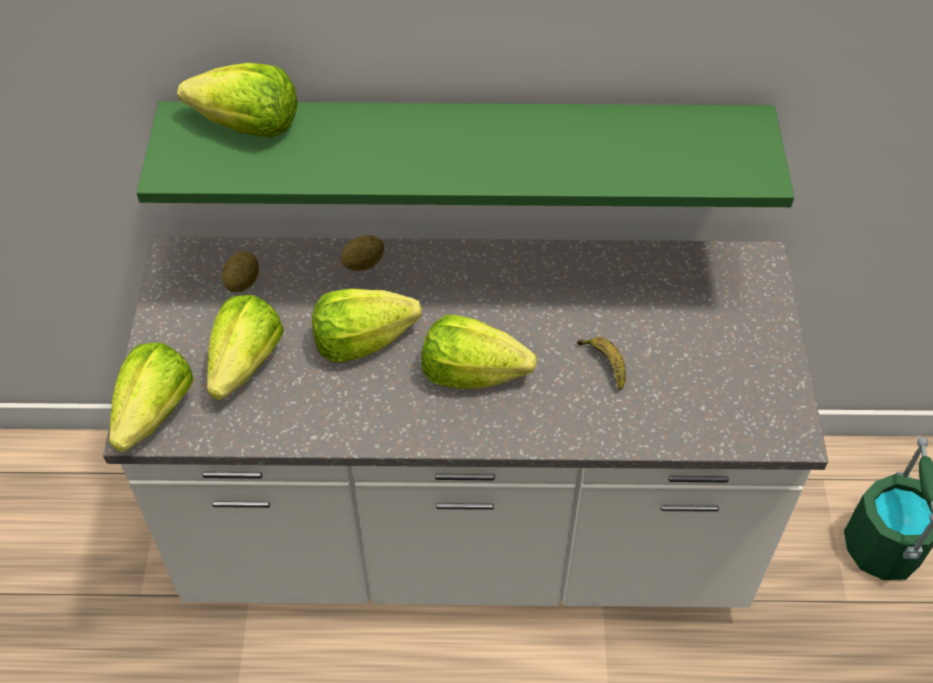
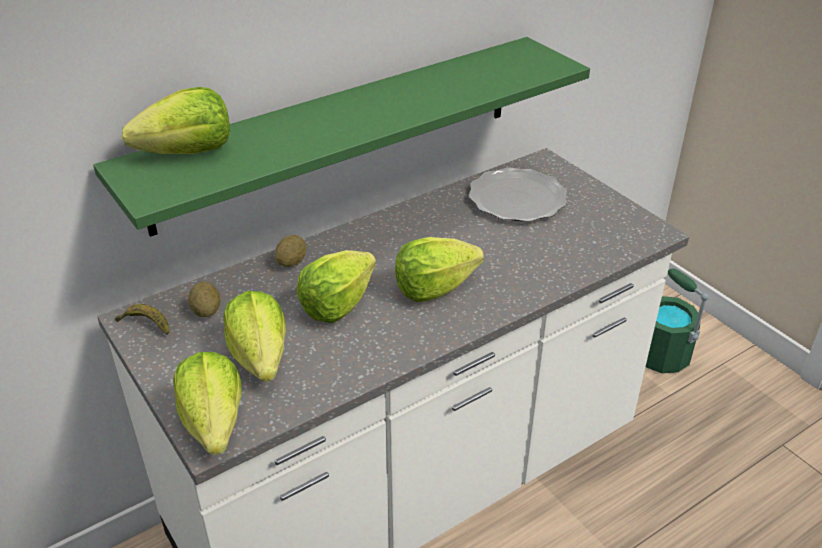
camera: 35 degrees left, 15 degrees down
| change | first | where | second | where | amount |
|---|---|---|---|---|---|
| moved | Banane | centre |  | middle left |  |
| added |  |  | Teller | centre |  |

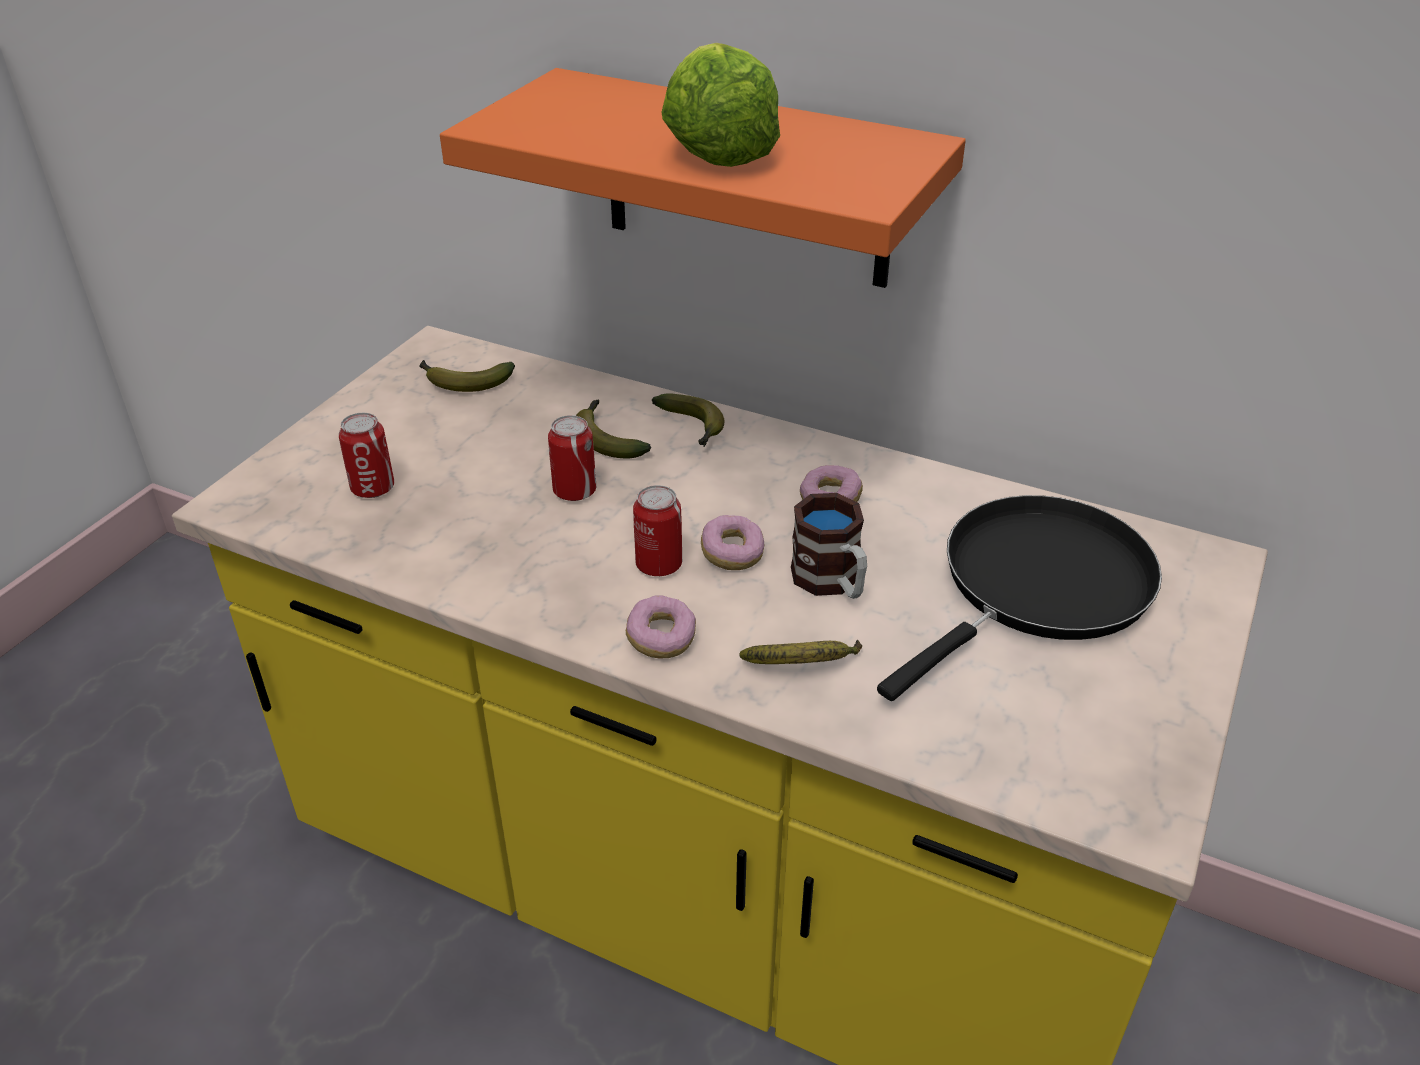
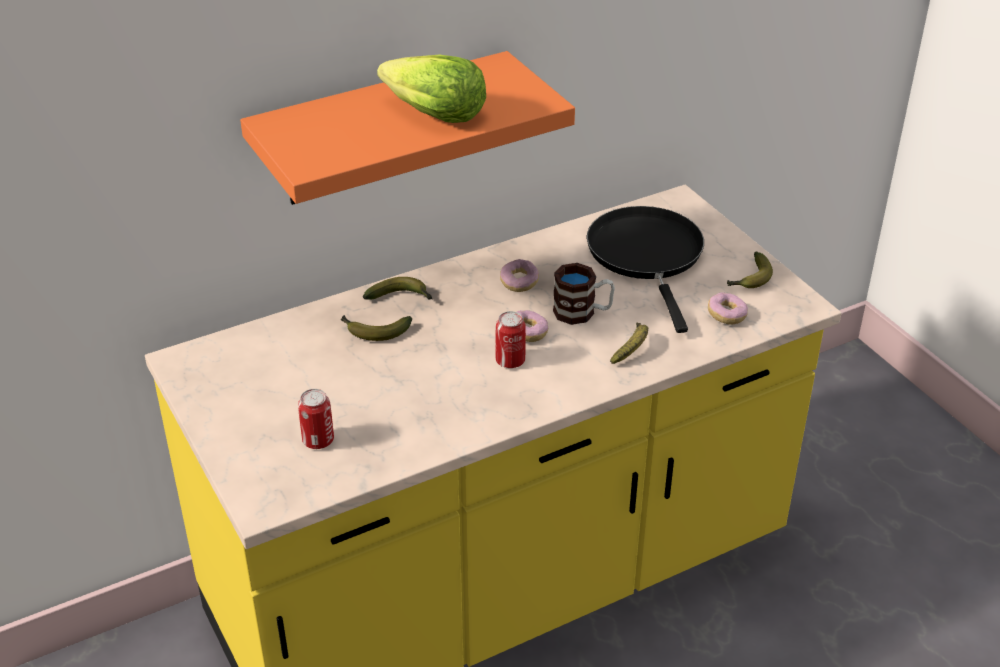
camera: 55 degrees left, 0 degrees up
| change | first | where | second | where | amount |
|---|---|---|---|---|---|
| moved | Banane (1st from left in the first image) | middle left | Banane (4th from left) | middle right |  |
| removed | Dose (2nd from left) | centre |  |  |  |
| moved | Donut (1st from left in the first image) | centre | Donut (3rd from left) | middle right |  |

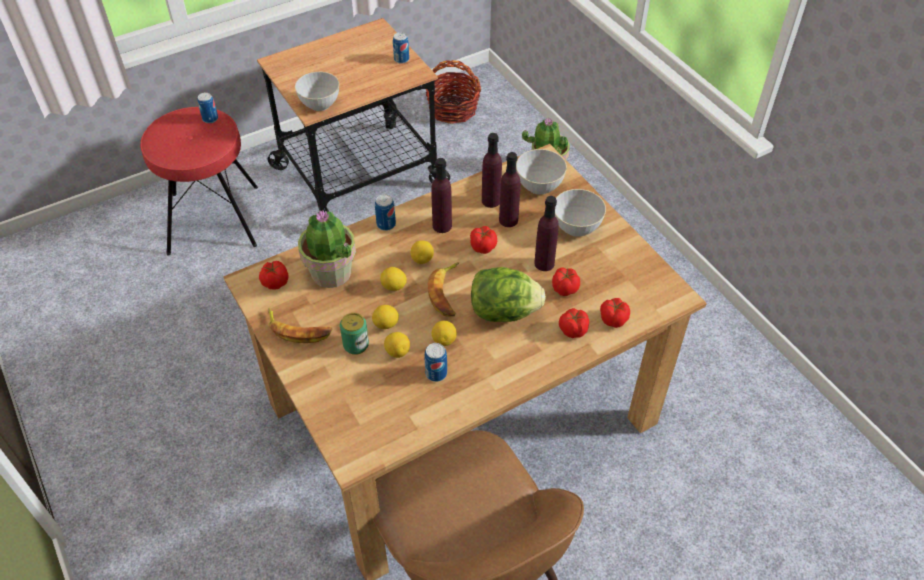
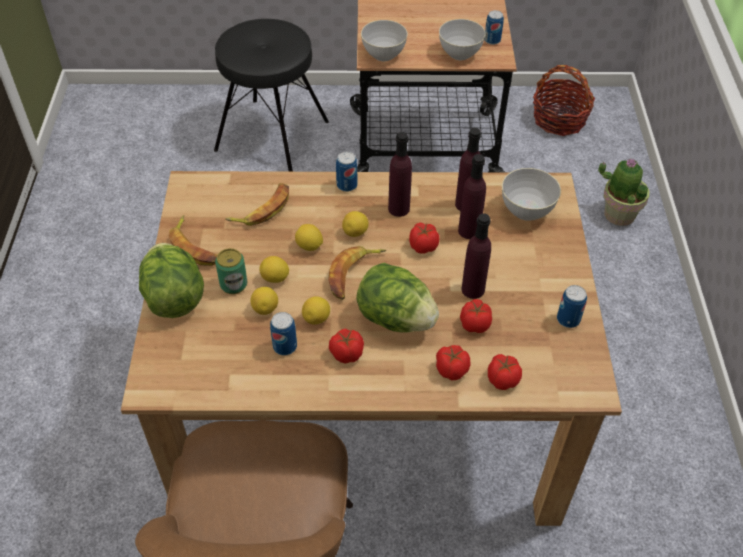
camera: 30 degrees right, 0 degrees up
| change | first | where | second | where | amount |
|---|---|---|---|---|---|
| recoloured | Hocker [rot] | top left | Hocker [schwarz] | top centre |  |
| moved | Dose (1st from left in the first image) | top left | Dose (5th from left) | middle right |  |
| moved | Tomate (1st from left) | middle left |  | centre |  |
| replaced | Topfpflanze (1st from left) | centre | Banane (2nd from left) | centre |  |
| moved | Schüssel [grau] (3rd from left in the first image) | centre | Schüssel [grau] (2nd from left) | top centre |  |
| added |  |  | Salatkopf (1st from left) | middle left |  |

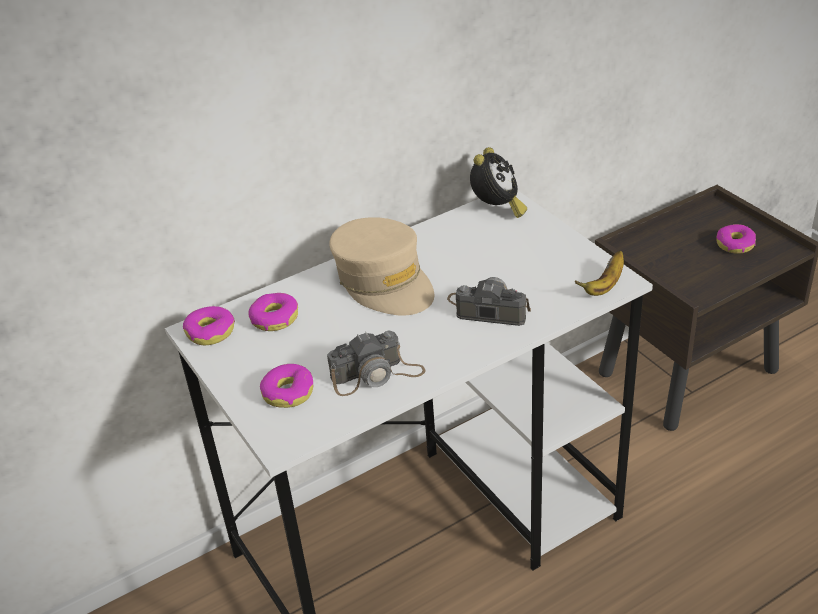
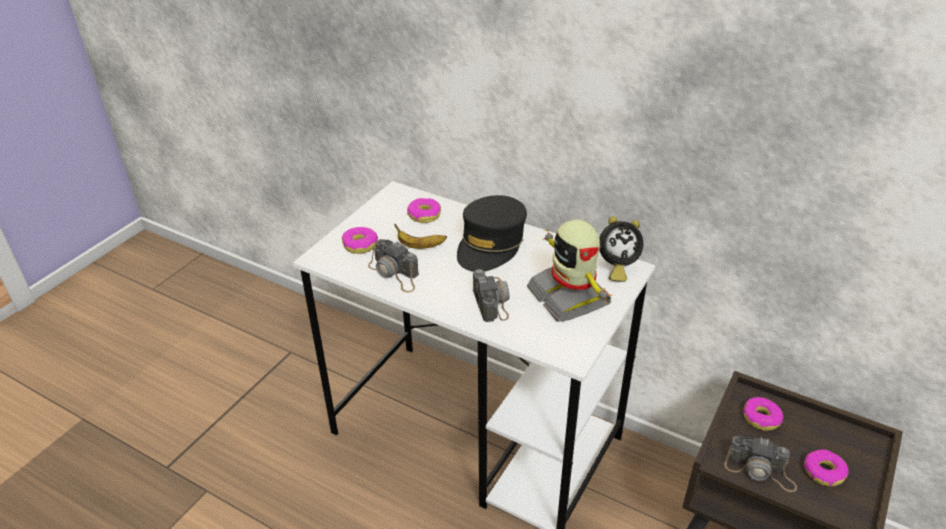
camera: 60 degrees right, 0 degrees up
| change | first | where | second | where | amount |
|---|---|---|---|---|---|
| moved | Donut (1st from left in the first image) | middle left | Donut (3rd from left) | bottom right |  |
| recoloured | Kappe [beige] | centre | Kappe [schwarz] | centre |  |
| moved | Banane | middle right |  | centre |  |
| added |  |  | Spielzeugroboter | centre |  |
| added |  |  | Kamera (3rd from left) | bottom right |  |

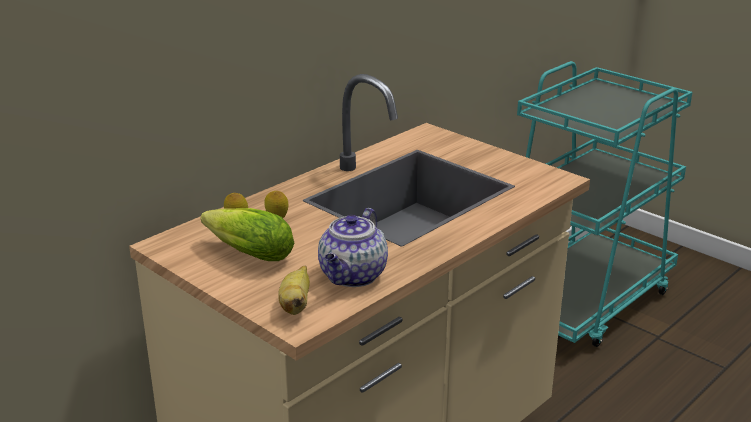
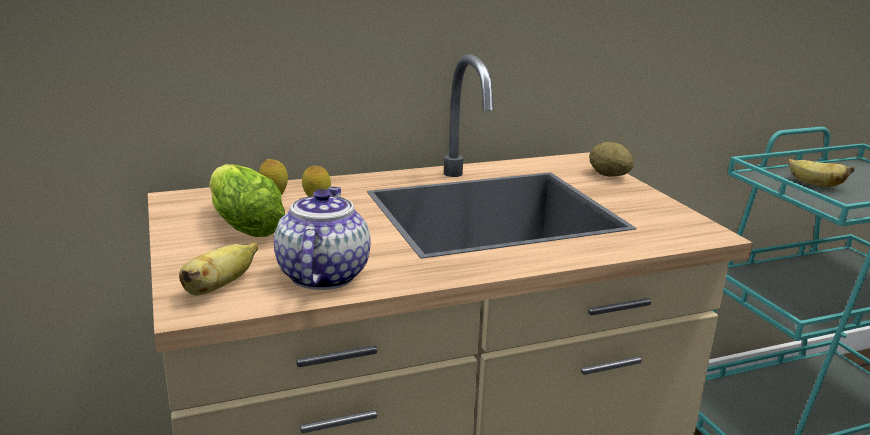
camera: 25 degrees right, 5 degrees down
| change | first | where | second | where | amount |
|---|---|---|---|---|---|
| turned | Teekanne | centre |  | centre | 135 degrees clockwise |
| added |  |  | Kartoffel | middle right |  |
| added |  |  | Banane (2nd from left) | middle right |  |

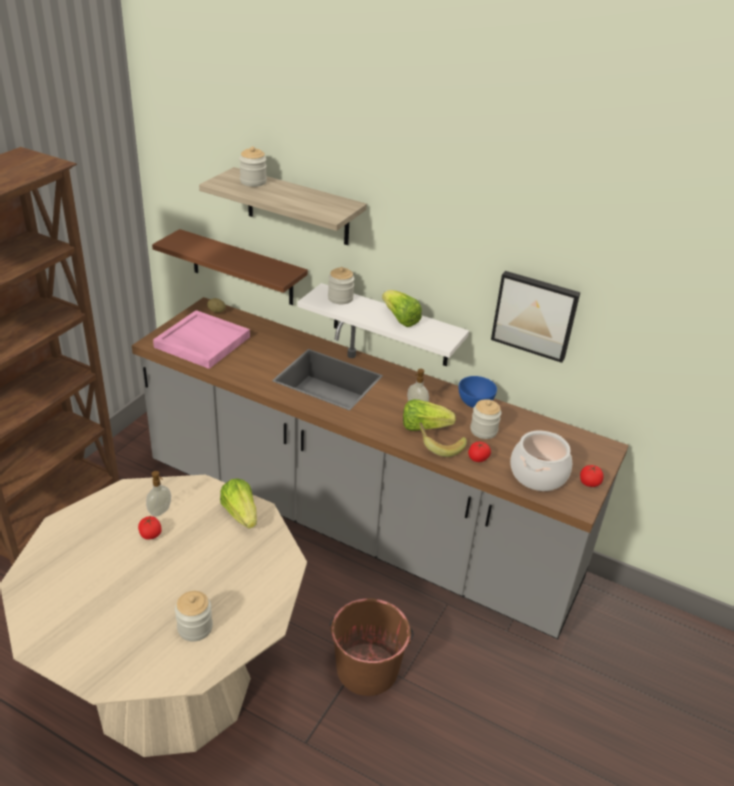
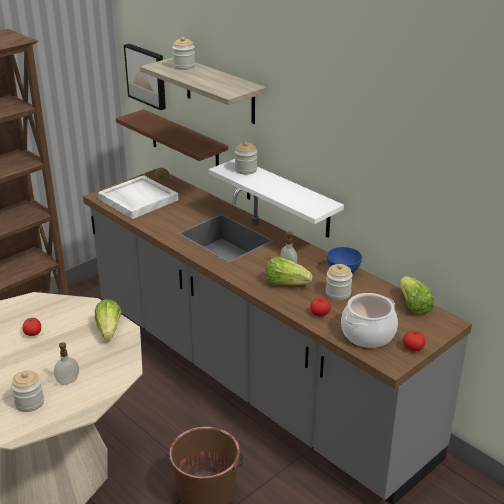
camera: 20 degrees right, 5 degrees down
| change | first | where | second | where | amount |
|---|---|---|---|---|---|
| moved | Seifenspender (1st from left) | middle left |  | bottom left |  |
| recoloured | Tablett [rosa] | middle left | Tablett [weiß] | middle left |  |
| moved | Salatkopf (2nd from left in the first image) | centre | Salatkopf (3rd from left) | middle right |  |
| removed | Banane | centre |  |  |  |
| moved | Bild | middle right |  | top left |  |

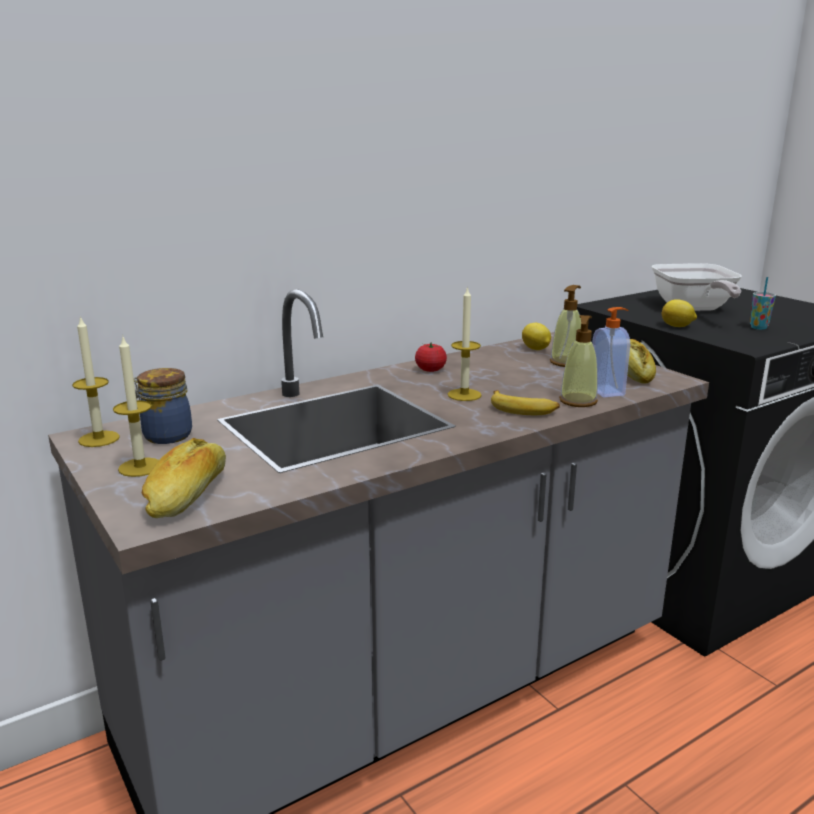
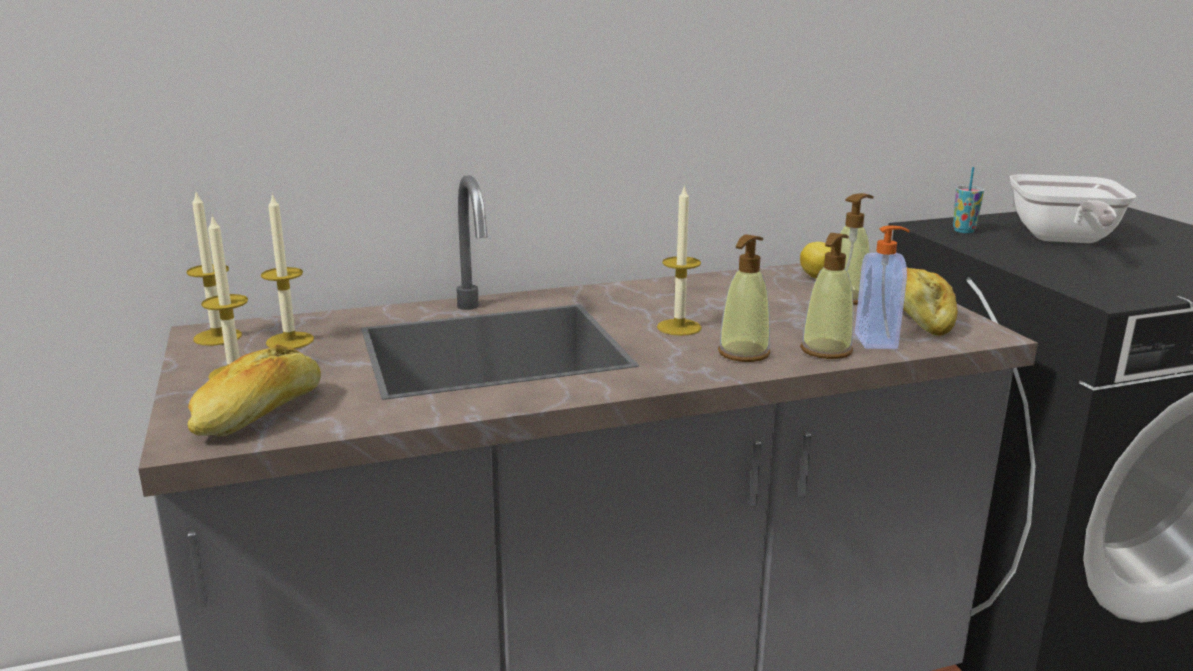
camera: 15 degrees right, 0 degrees up
| change | first | where | second | where | amount |
|---|---|---|---|---|---|
| replaced | Vorratsglas | middle left | Kerze (3rd from left) | middle left |  |
| removed | Tomate | centre |  |  |  |
| replaced | Banane | centre | Seifenspender (1st from left) | centre |  |
| removed | Zitrone (2nd from left) | middle right |  |  |  |
| moved | Tasse | middle right |  | top right |  |

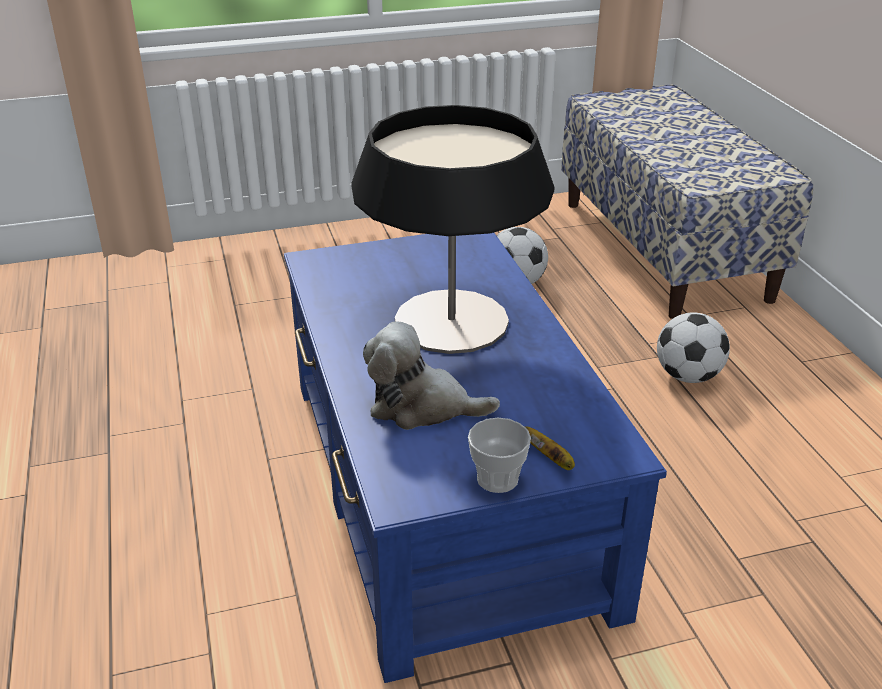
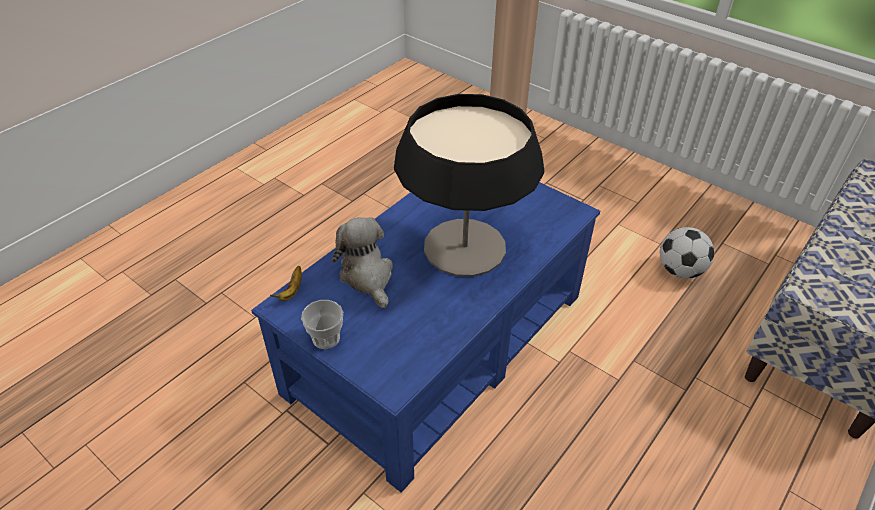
camera: 55 degrees right, 10 degrees up
| change | first | where | second | where | amount |
|---|---|---|---|---|---|
| moved | Banane | centre |  | middle left |  |
| removed | Fußball (2nd from left) | middle right |  |  |  |

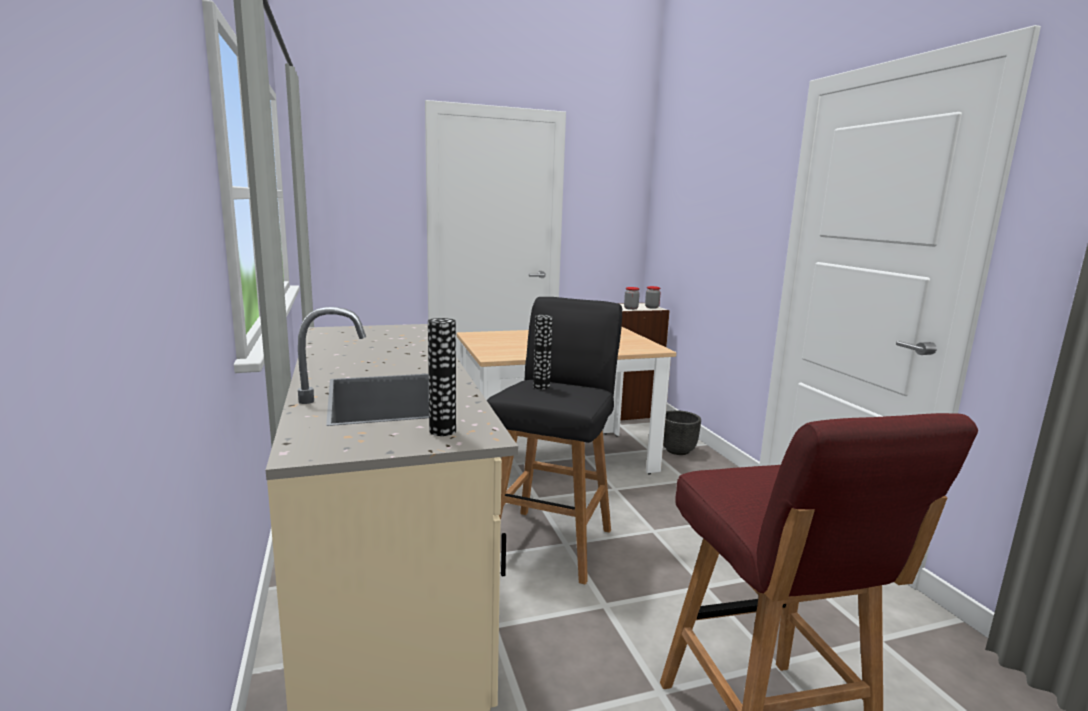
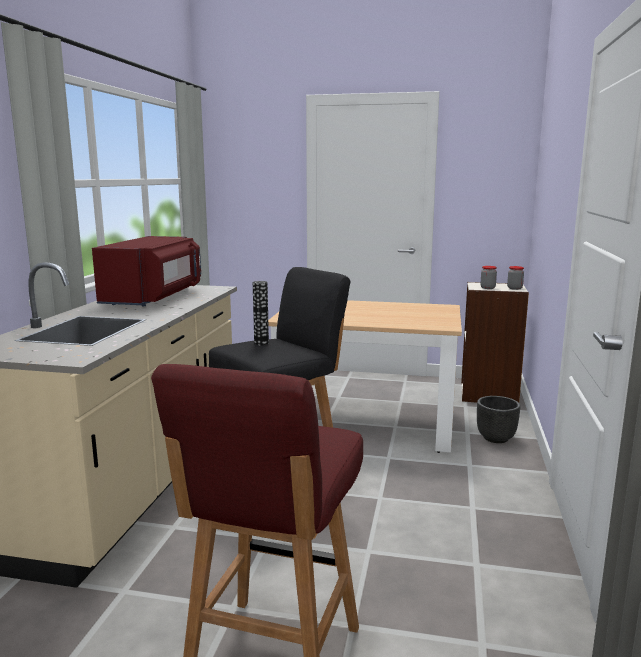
camera: 30 degrees right, 0 degrees up
| change | first | where | second | where | amount |
|---|---|---|---|---|---|
| removed | Vase (1st from left) | centre |  |  |  |
| added |  |  | Mikrowelle [rot] | middle left |  |

